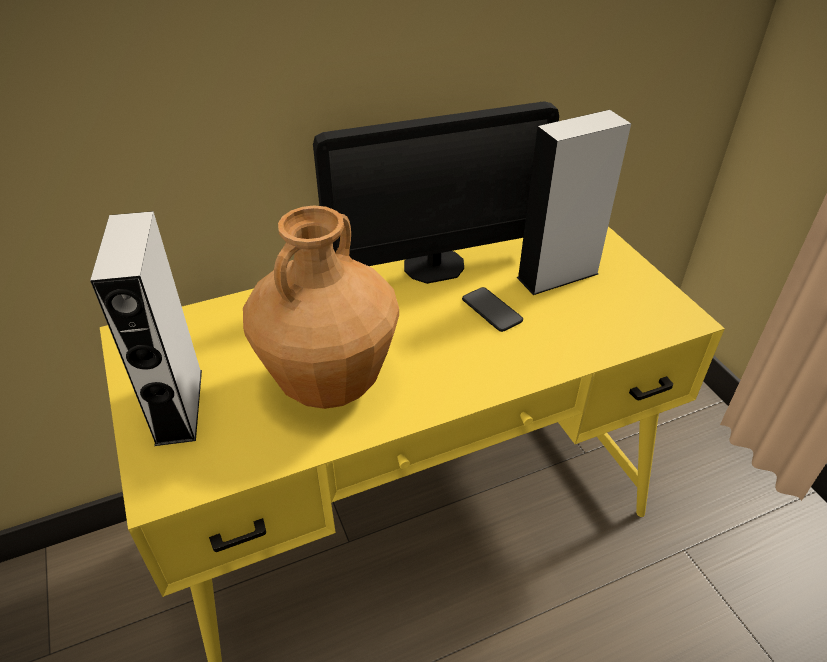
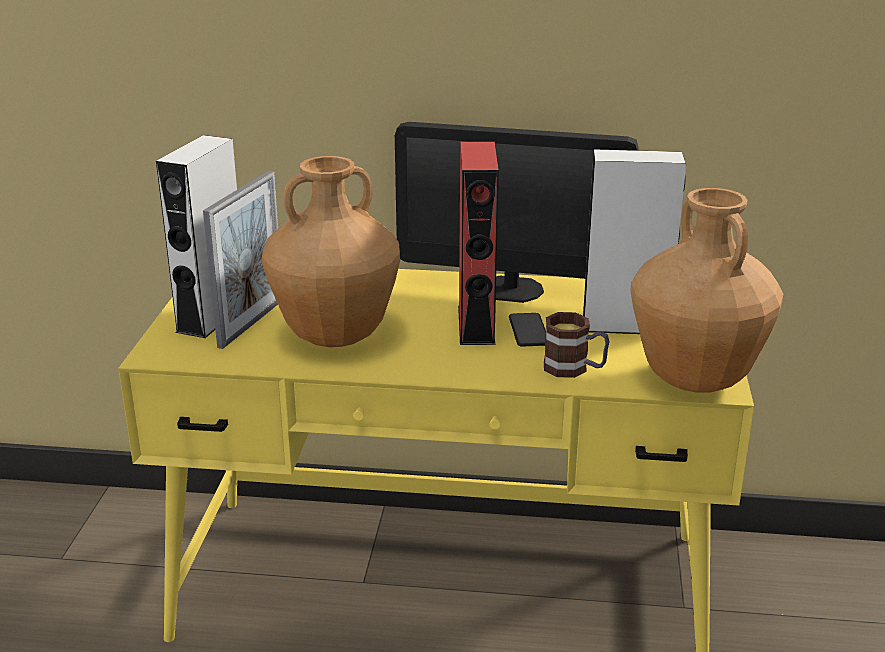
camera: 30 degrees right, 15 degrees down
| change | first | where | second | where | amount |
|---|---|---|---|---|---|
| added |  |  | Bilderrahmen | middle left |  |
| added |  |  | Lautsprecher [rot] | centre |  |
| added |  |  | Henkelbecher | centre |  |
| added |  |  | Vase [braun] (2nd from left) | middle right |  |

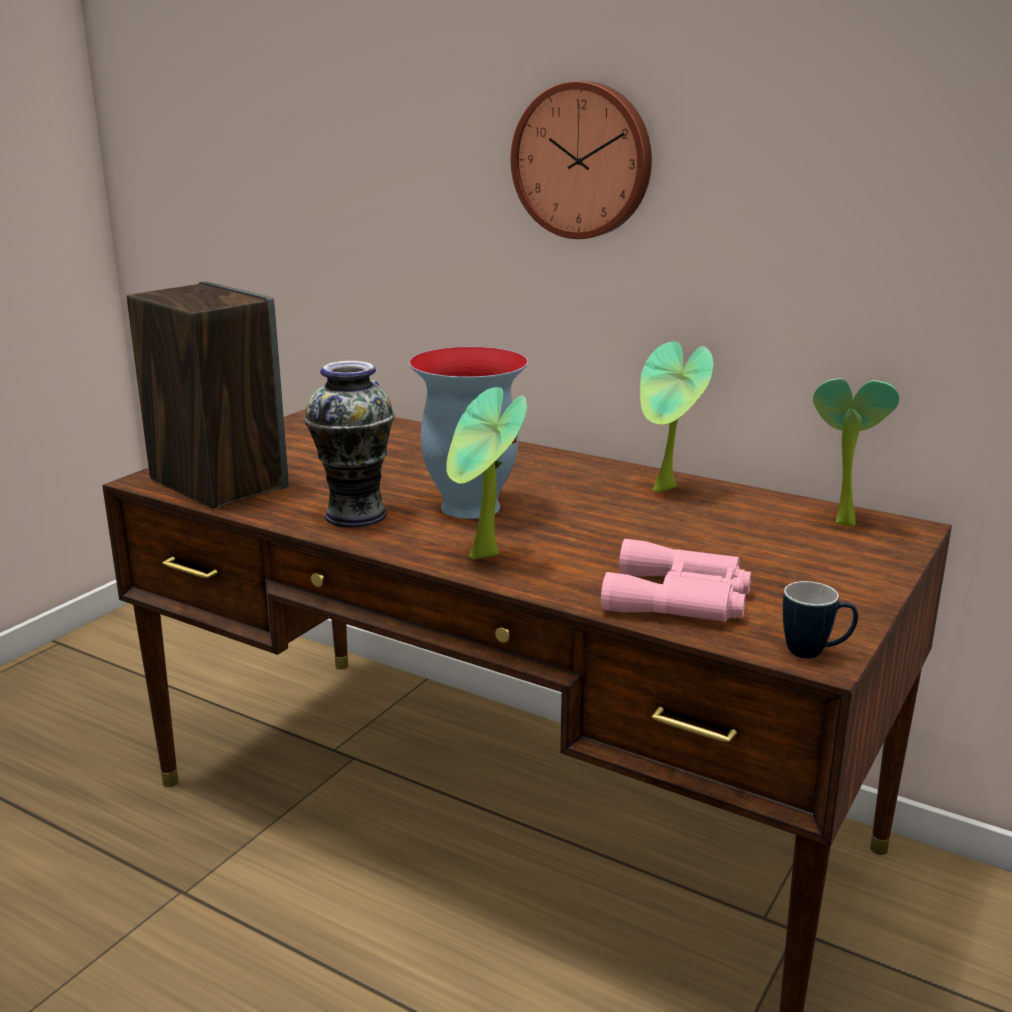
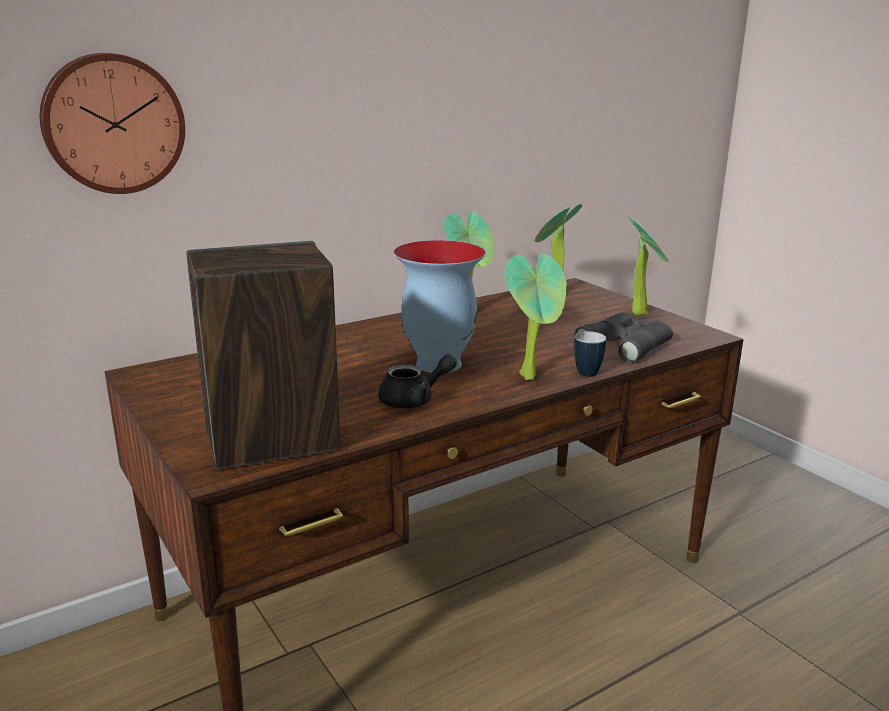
camera: 65 degrees left, 0 degrees up
| change | first | where | second | where | amount |
|---|---|---|---|---|---|
| replaced | Vase (1st from left) | centre | Teekanne [schwarz] | centre |  |
| moved | Wanduhr | top centre |  | top left |  |
| recoloured | Fernglas [rosa] | middle right | Fernglas [grau] | middle right |  |
| moved | Henkelbecher | middle right |  | centre |  |
| added |  |  | Topfpflanze (4th from left) | middle right |  |

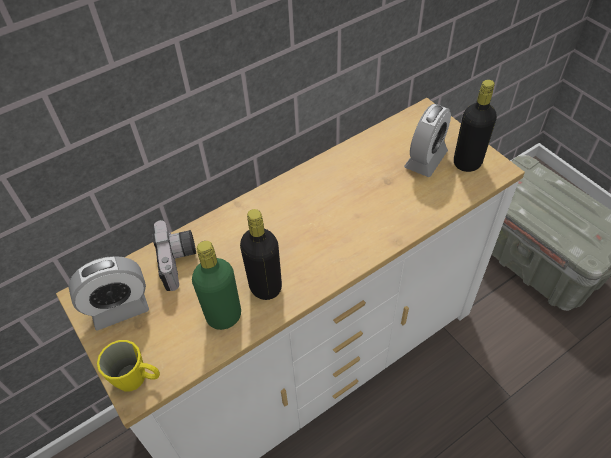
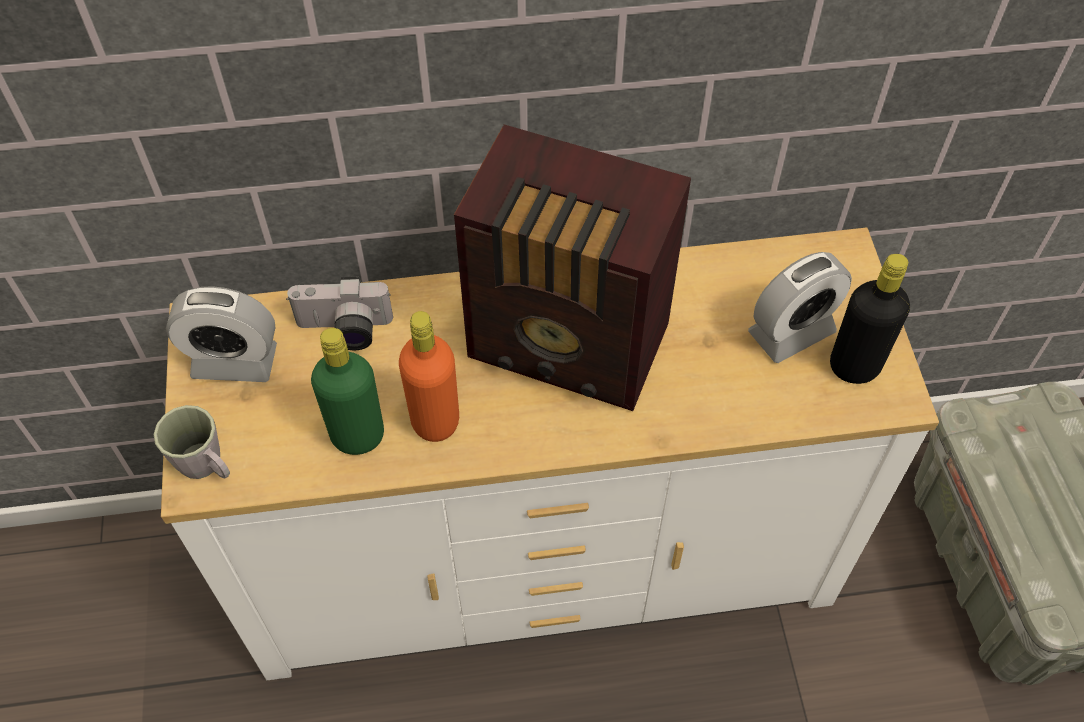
camera: 25 degrees right, 5 degrees up
| change | first | where | second | where | amount |
|---|---|---|---|---|---|
| recoloured | Henkelbecher [gelb] | bottom left | Henkelbecher [grau] | middle left |  |
| turned | Kamera | middle left |  | middle left | 75 degrees clockwise |
| recoloured | Flasche [schwarz] (1st from left) | centre | Flasche [orange] | centre |  |
| added |  |  | Radio | centre |  |

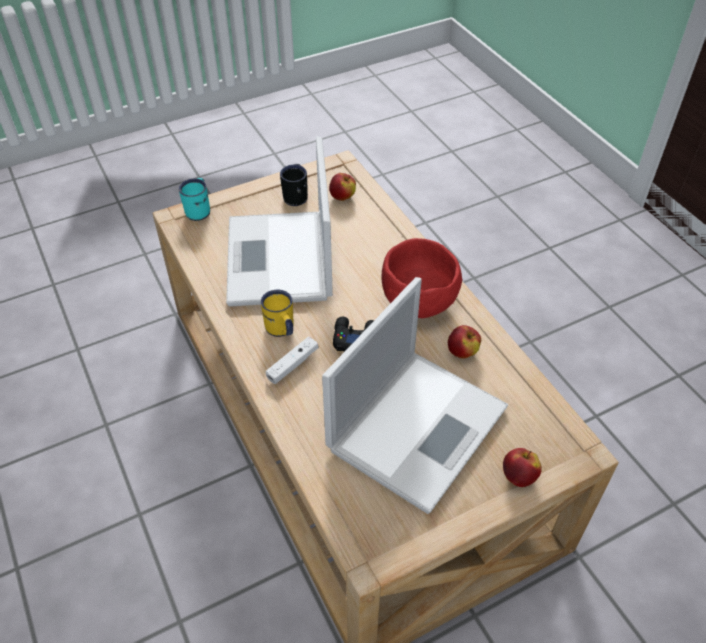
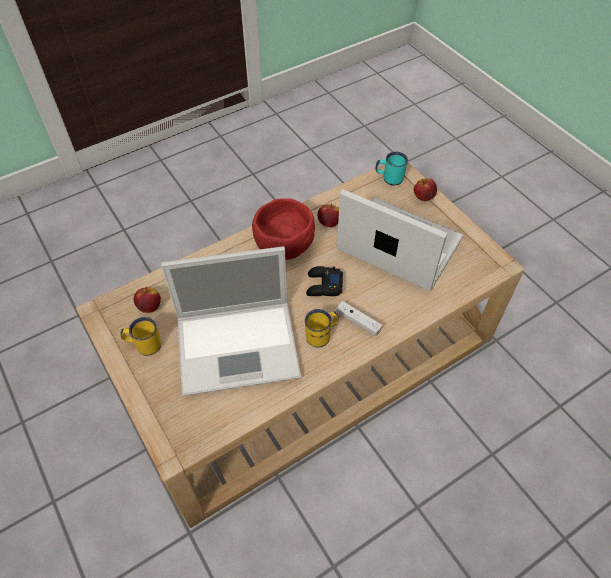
camera: 95 degrees left, 5 degrees up
| change | first | where | second | where | amount |
|---|---|---|---|---|---|
| moved | Henkelbecher [türkis] | top left |  | top centre |  |
| recoloured | Henkelbecher [schwarz] | top centre | Henkelbecher [gelb] (1st from left) | middle left |  |

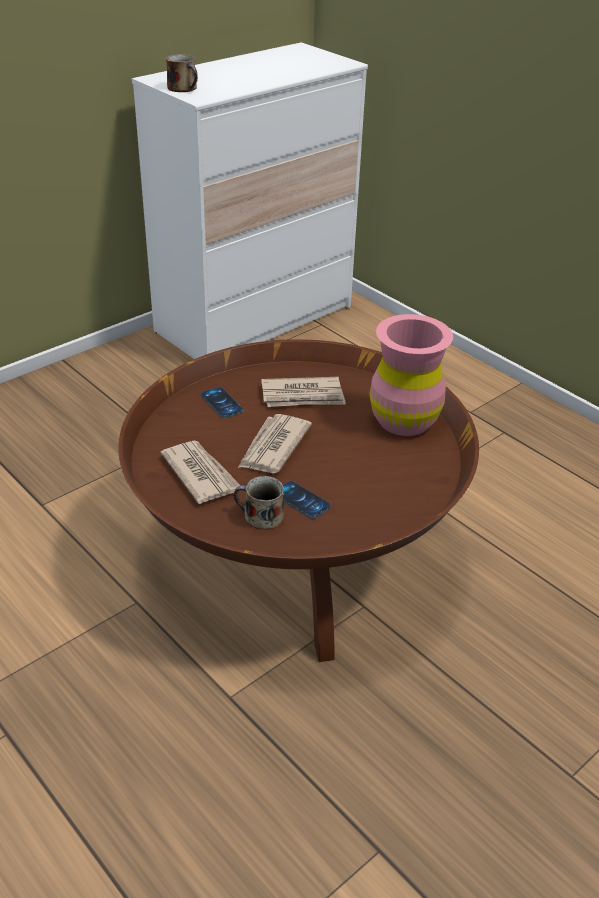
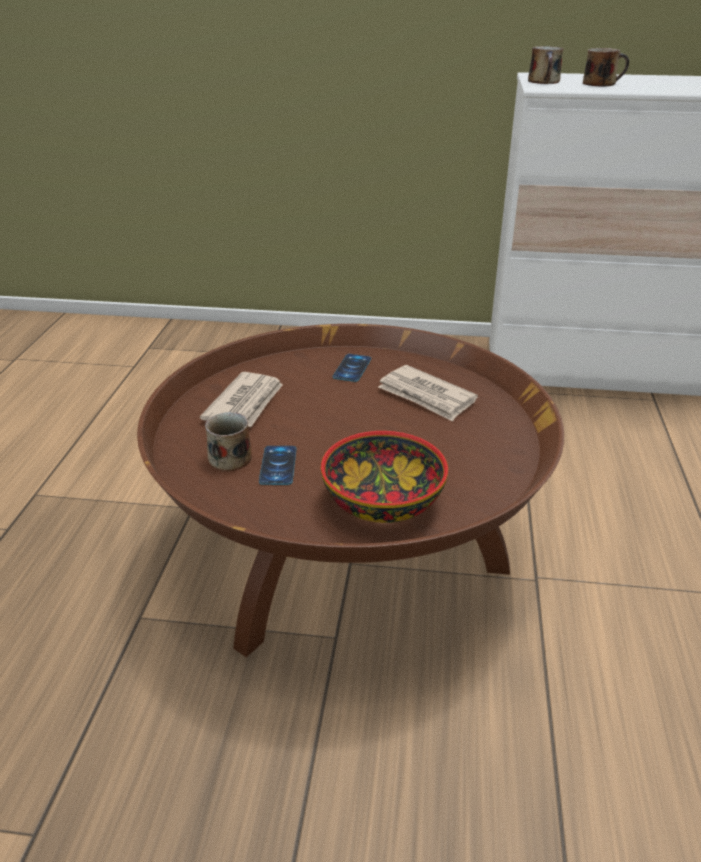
camera: 50 degrees right, 5 degrees down
| change | first | where | second | where | amount |
|---|---|---|---|---|---|
| removed | Zeitung (2nd from left) | centre |  |  |  |
| removed | Vase [rosa] | middle right |  |  |  |
| added |  |  | Schüssel | centre |  |
| added |  |  | Henkelbecher (3rd from left) | top right |  |

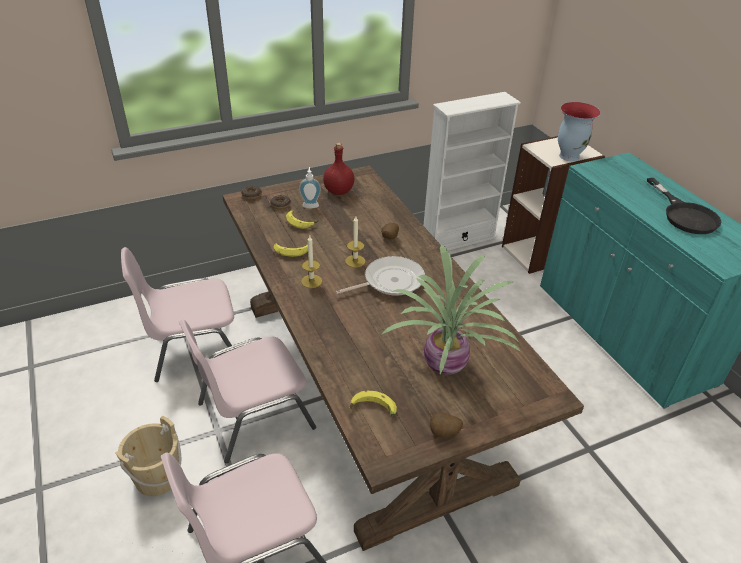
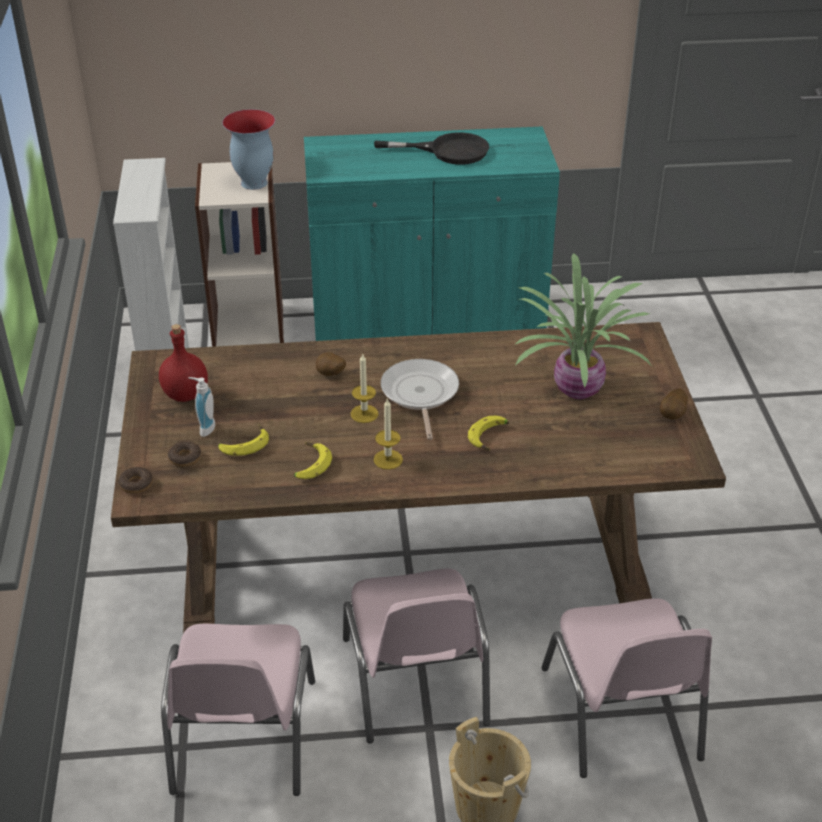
camera: 70 degrees left, 0 degrees up
| change | first | where | second | where | amount |
|---|---|---|---|---|---|
| moved | Banane (3rd from left) | bottom centre |  | centre |  |

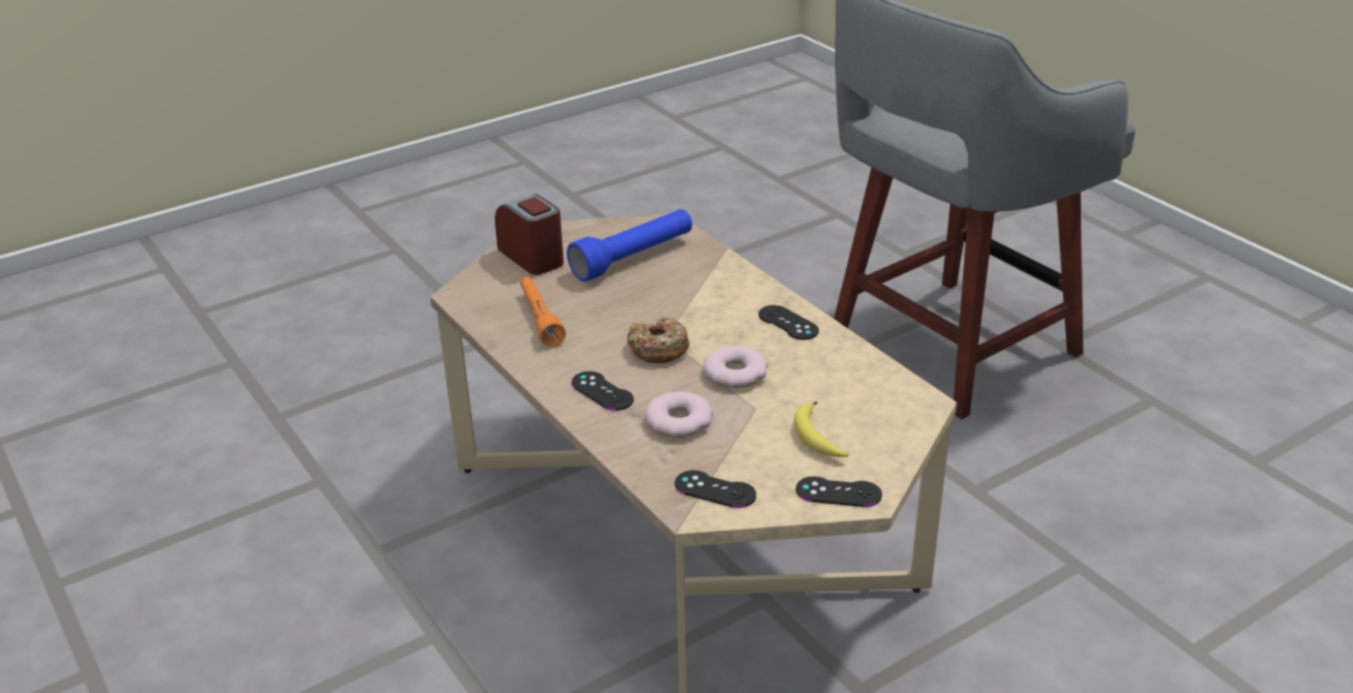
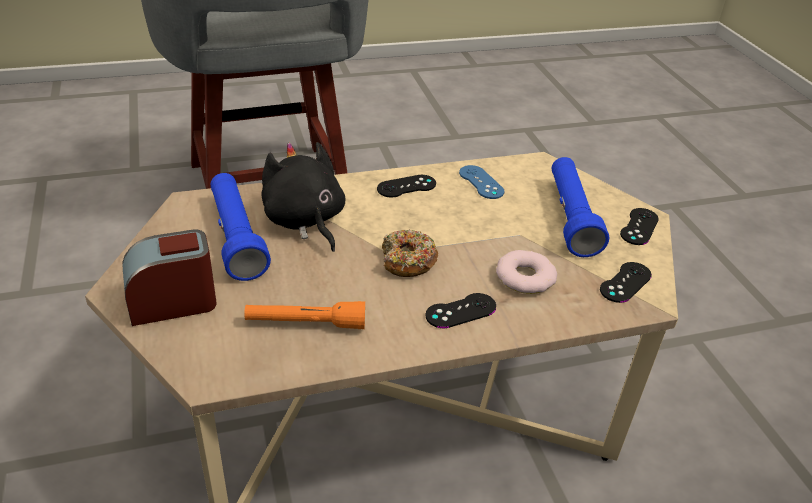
camera: 75 degrees left, 5 degrees up
| change | first | where | second | where | amount |
|---|---|---|---|---|---|
| removed | Donut (3rd from left) | centre |  |  |  |
| replaced | Banane | centre | Taschenlampe [blau] (2nd from left) | middle right |  |
| added |  |  | Plüschtier [schwarz] | centre |  |
| added |  |  | Gamepad [blau] | centre |  |

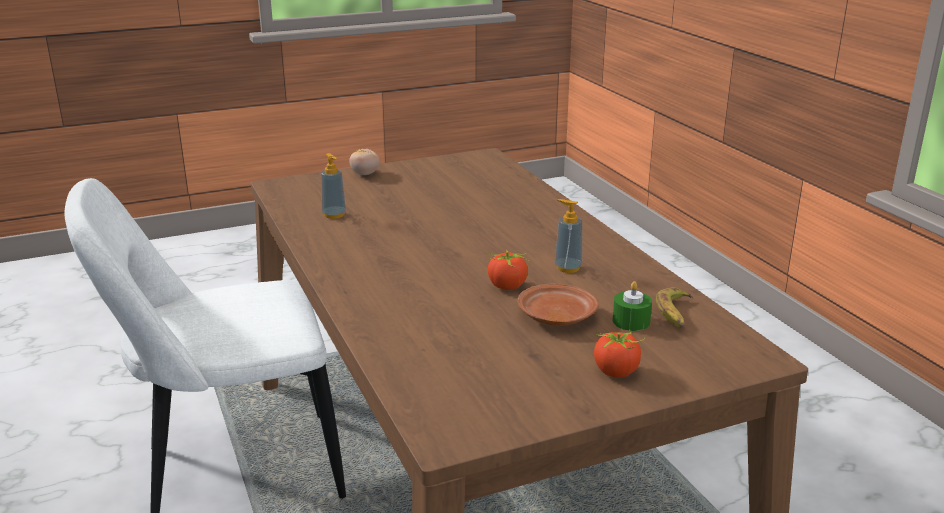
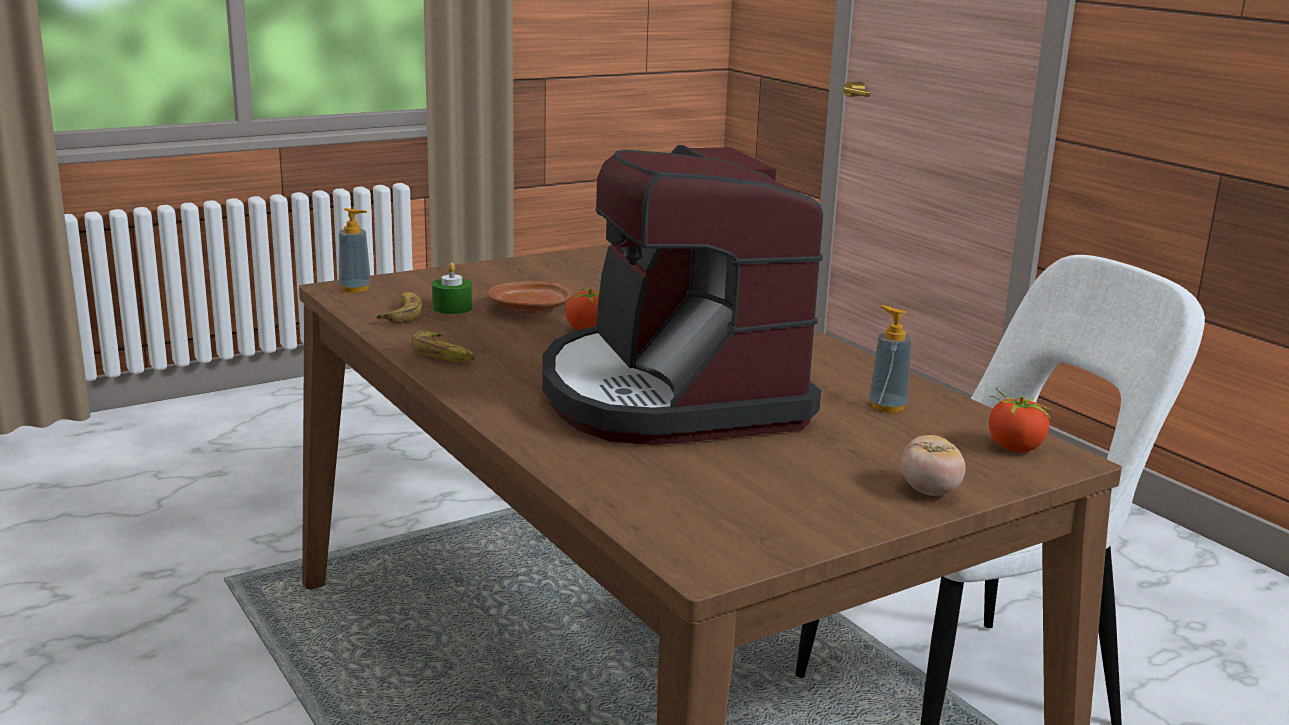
camera: 170 degrees right, 5 degrees down
| change | first | where | second | where | amount |
|---|---|---|---|---|---|
| moved | Seifenspender (2nd from left in the first image) | centre | Seifenspender (1st from left) | middle left |  |
| moved | Tomate (3rd from left) | bottom centre |  | middle right |  |
| added |  |  | Banane (2nd from left) | centre |  |
| added |  |  | Kaffeemaschine | centre |  |

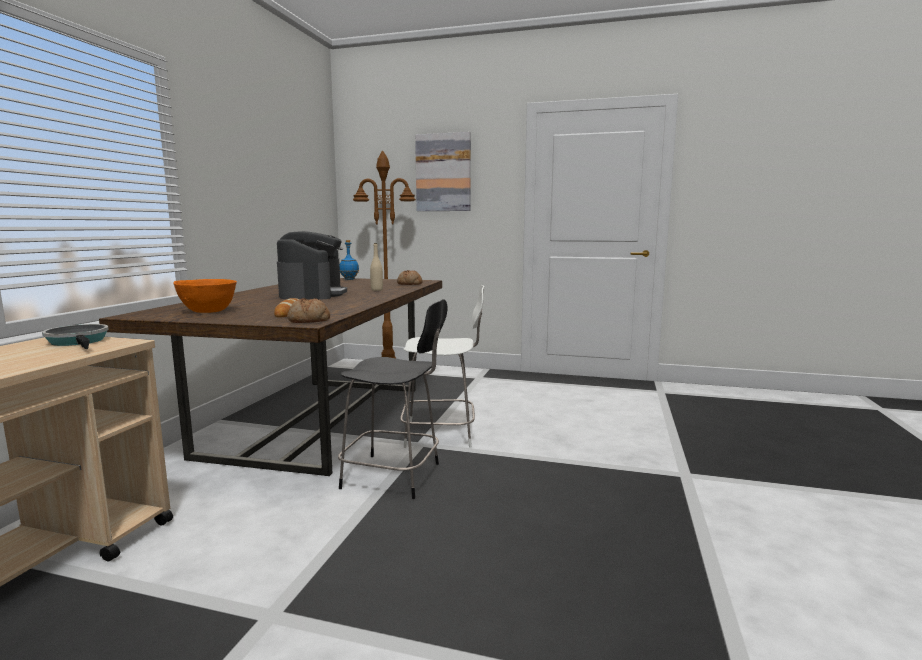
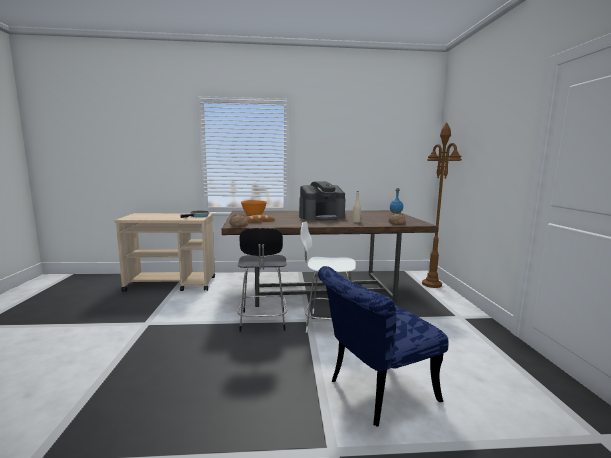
camera: 70 degrees right, 0 degrees up
| change | first | where | second | where | amount |
|---|---|---|---|---|---|
| turned | Stuhl [weiß] | centre |  | centre | 120 degrees clockwise |
| removed | Bild | top centre |  |  |  |
| added |  |  | Stuhl [blau] | bottom centre |  |

